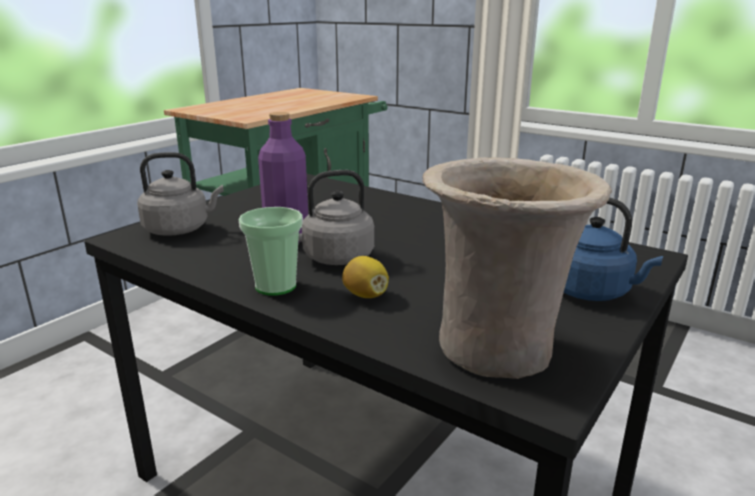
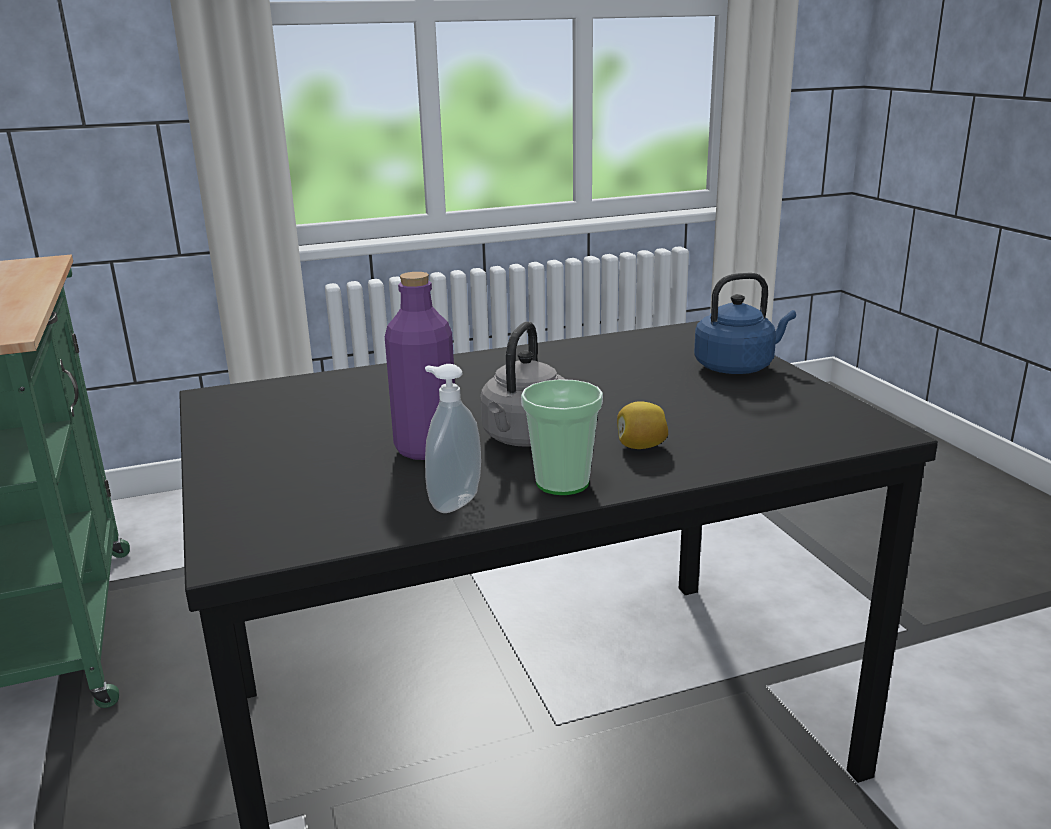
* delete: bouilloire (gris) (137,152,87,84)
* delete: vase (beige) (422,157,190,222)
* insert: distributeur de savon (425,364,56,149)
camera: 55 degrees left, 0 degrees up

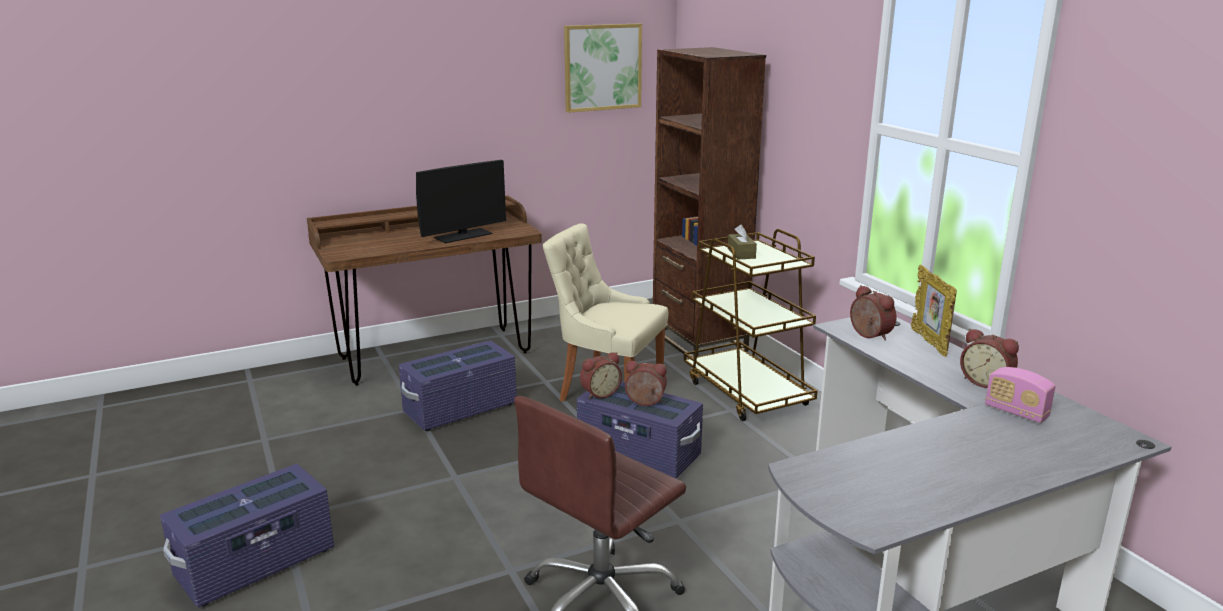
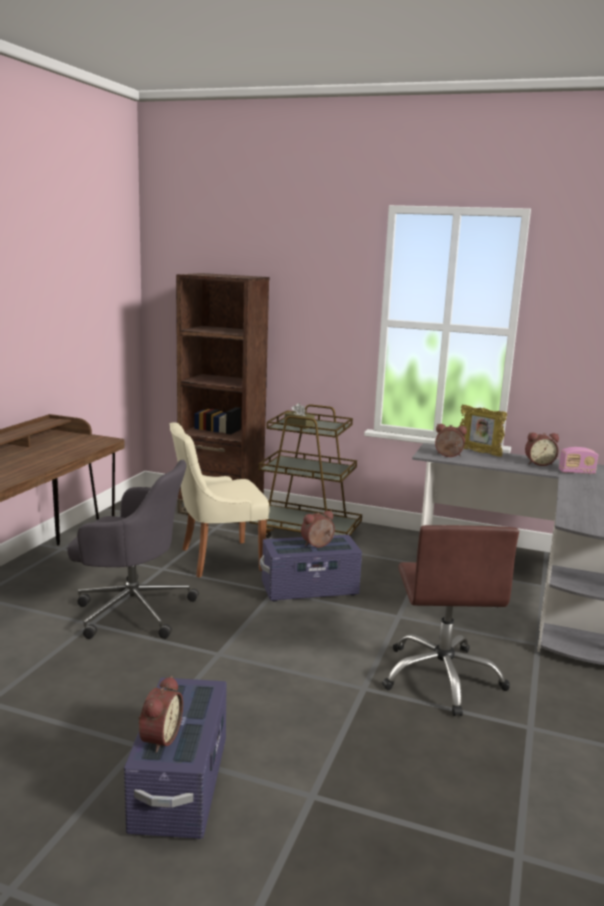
* replace: boîte de rangement (violet) (399,340,118,91) to chaise de bureau (gris) (67,460,132,179)
* delete: écran d'ordinateur (416,160,90,83)
* delete: tableau (564,23,78,90)
* move: réveil (580,352,42,47) to (138,676,45,77)
camera: 45 degrees left, 5 degrees down

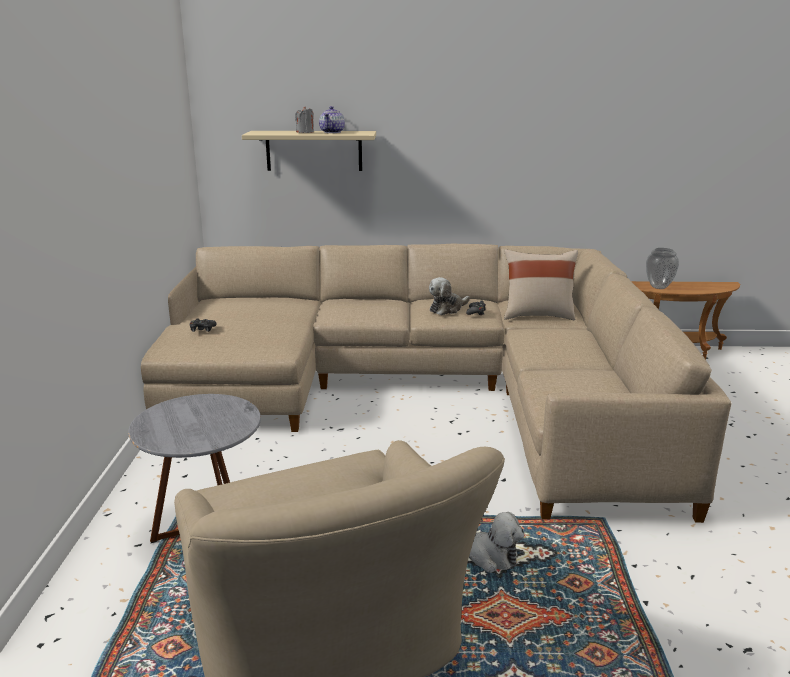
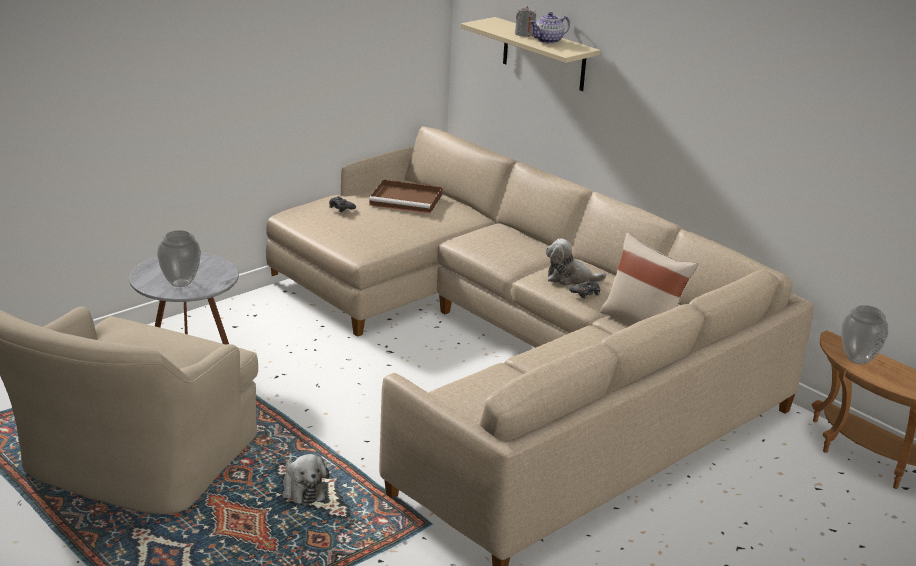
* insert: vase (157,231,44,56)
* insert: plateau (marron) (369,179,74,34)
camera: 45 degrees right, 5 degrees up

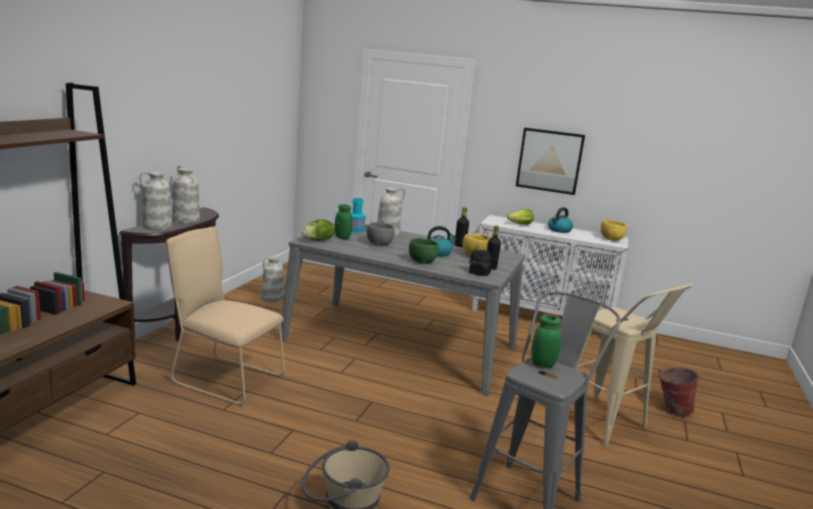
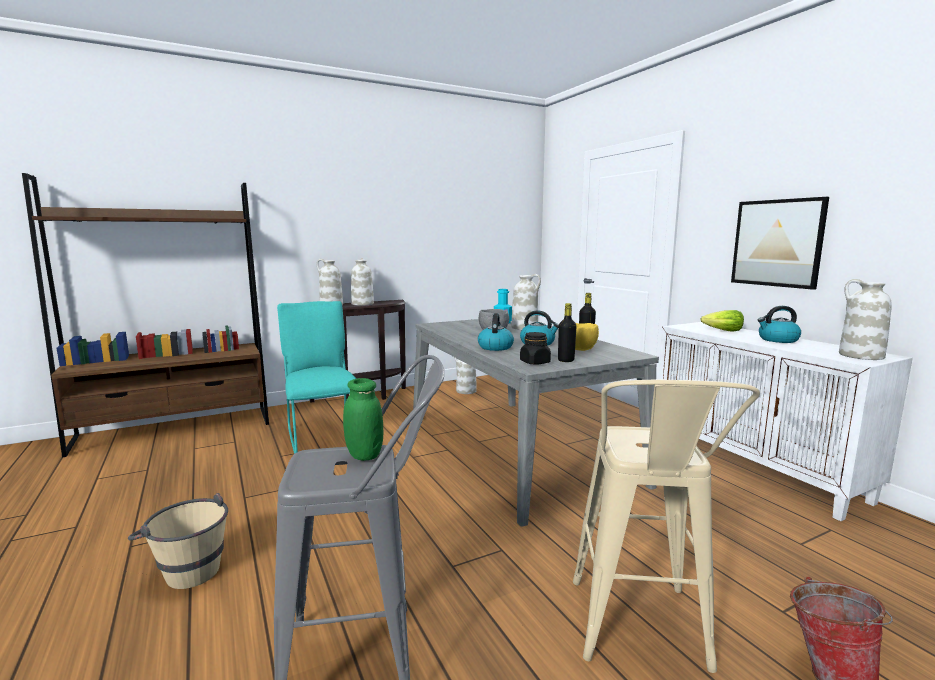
* recolor: chaise (beige) (166,227,119,178) to chaise (turquoise) (277,301,79,153)
* delete: laitue (301,219,34,22)
* delete: bocal (vert) (335,204,18,35)
* replace: bol (vert) (409,238,30,26) to bouilloire (478,313,36,38)
* replace: bol (jaune) (601,220,26,21) to vase (blanc) (839,279,53,81)
camera: 45 degrees right, 5 degrees down

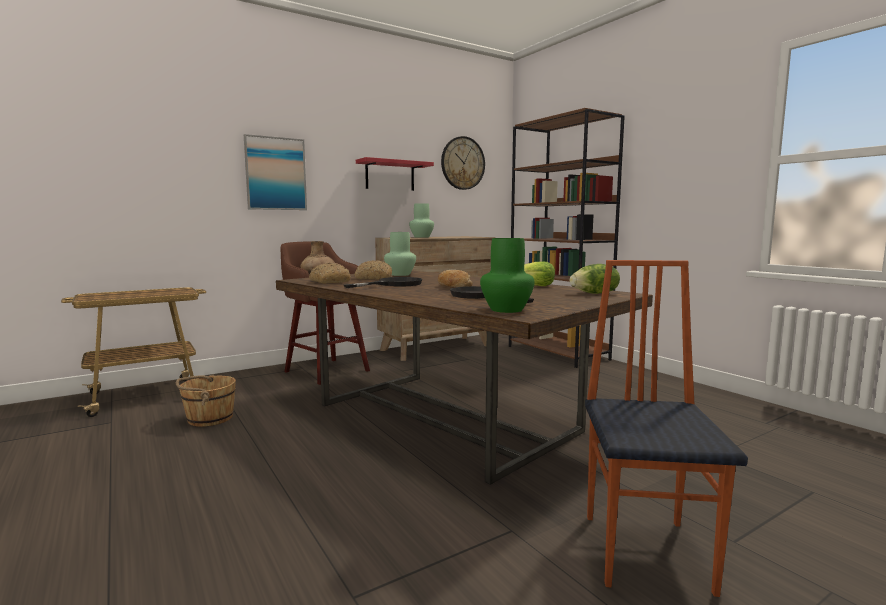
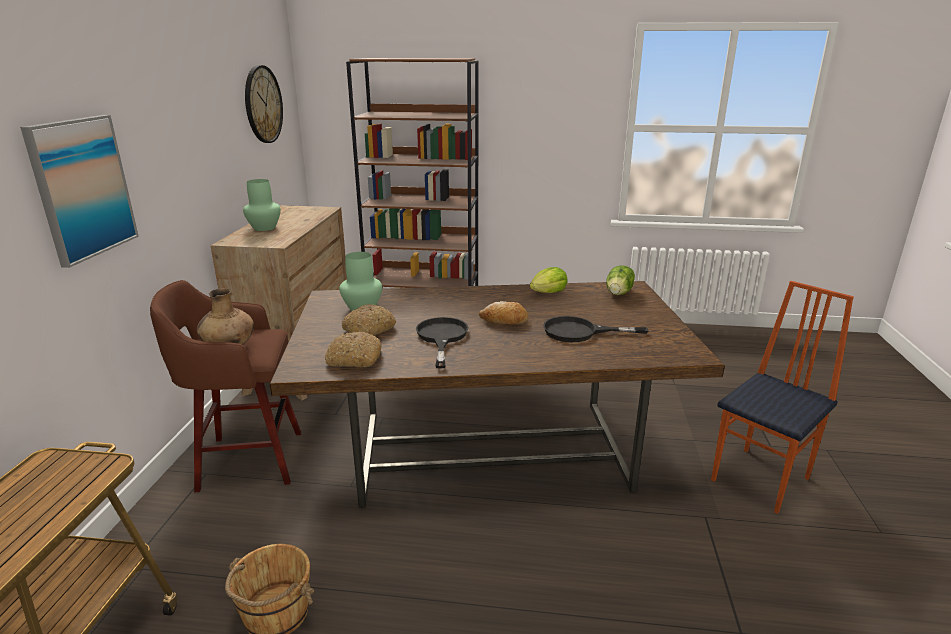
* delete: étagère (rouge) (356,157,78,34)
* delete: vase (vert) (480,238,55,75)
* rotate: chaise (585,260,163,337) = (711,281,143,233) 90 degrees clockwise
camera: 50 degrees left, 15 degrees up

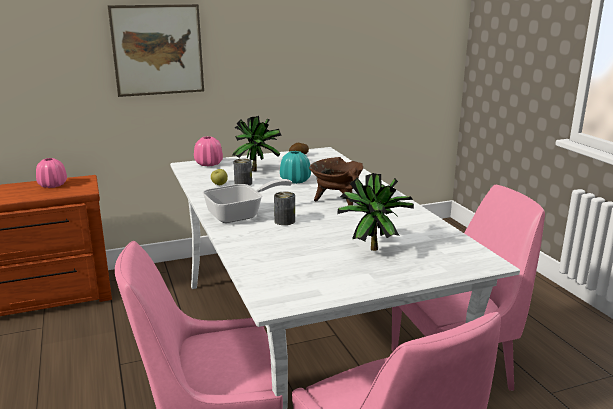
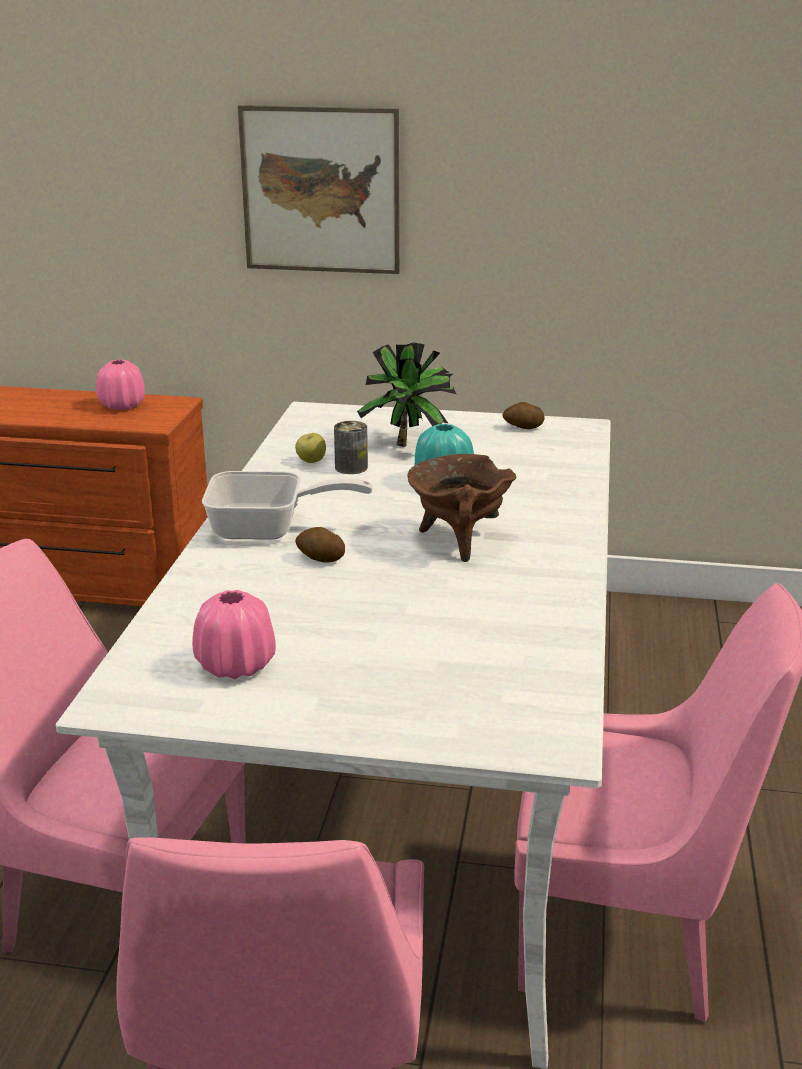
* move: vase (rose) (194,136,29,30) to (192,590,84,89)
* replace: boîte métallique (274,192,21,33) to pomme de terre (295,527,50,36)
* delete: plante en pot (337,173,77,78)
camera: 30 degrees right, 5 degrees up

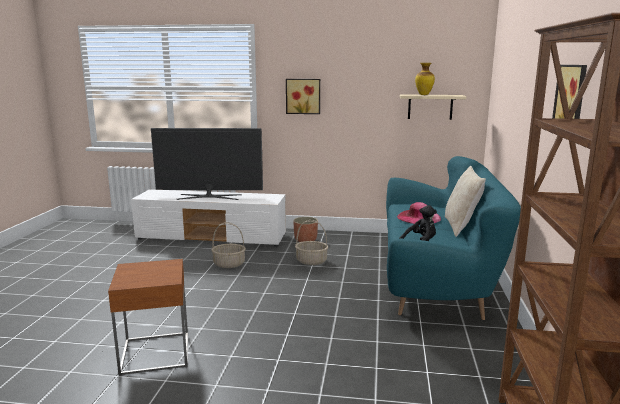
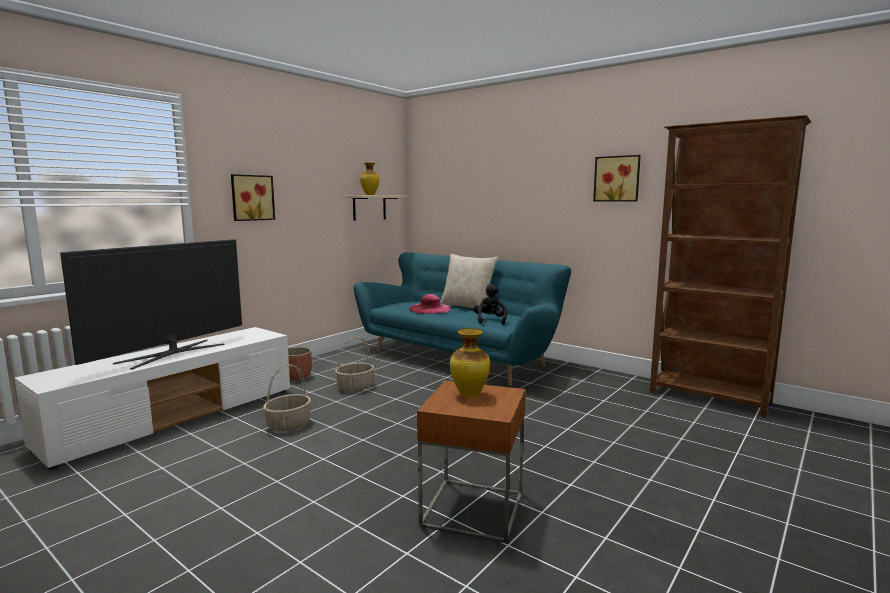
* insert: vase (450,328,40,70)
camera: 60 degrees left, 5 degrees down

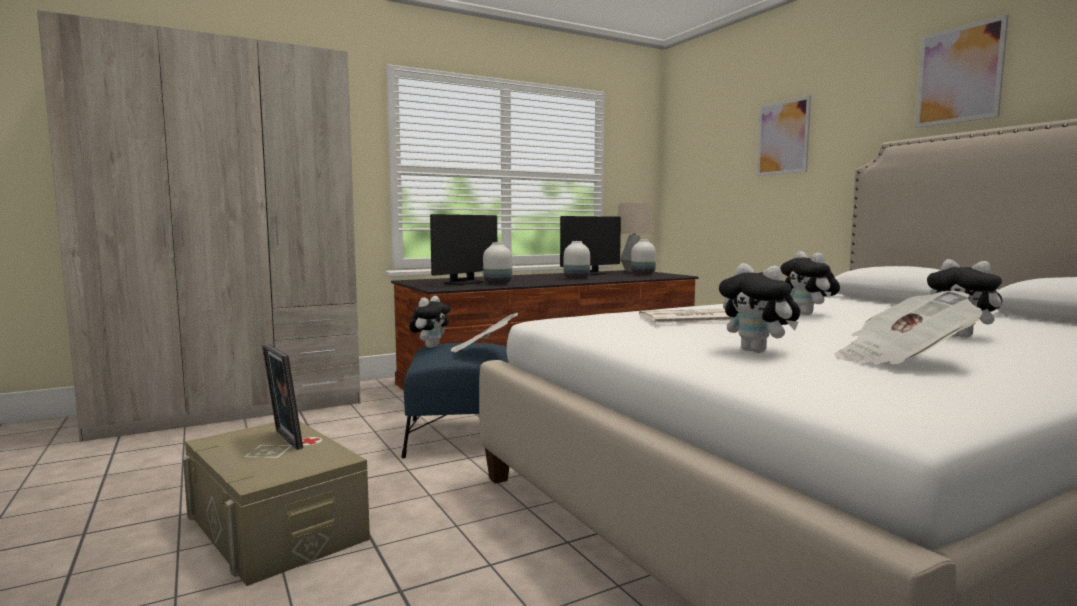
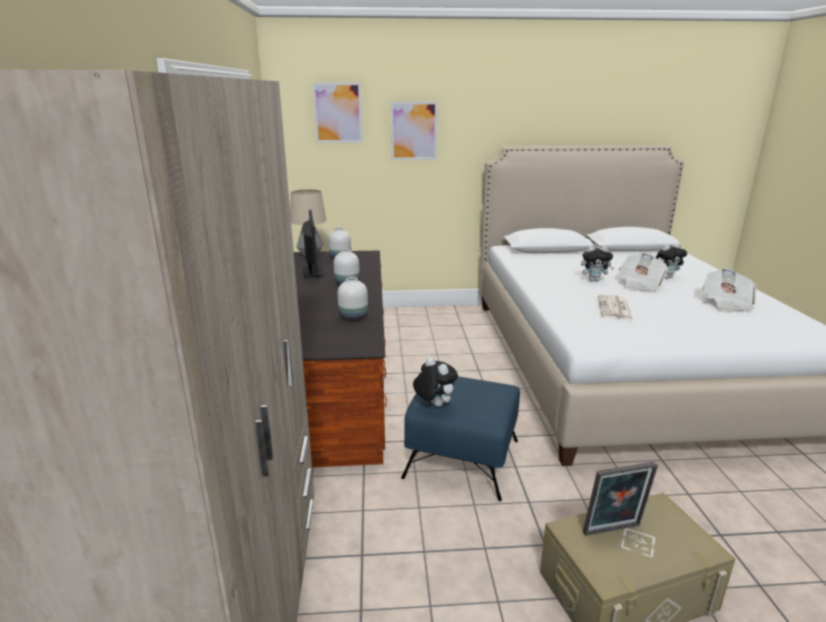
* delete: écran d'ordinateur (430,214,67,71)
* move: journal (451,313,67,40) to (619,253,50,38)
* delete: peluche (719,263,81,90)
* move: tableau (915,14,94,114) to (312,82,51,61)
camera: 65 degrees left, 15 degrees up

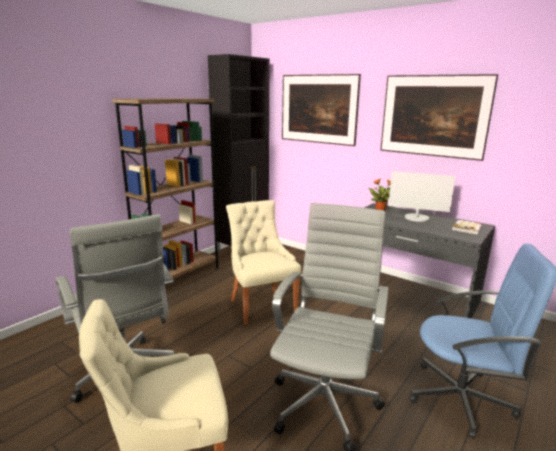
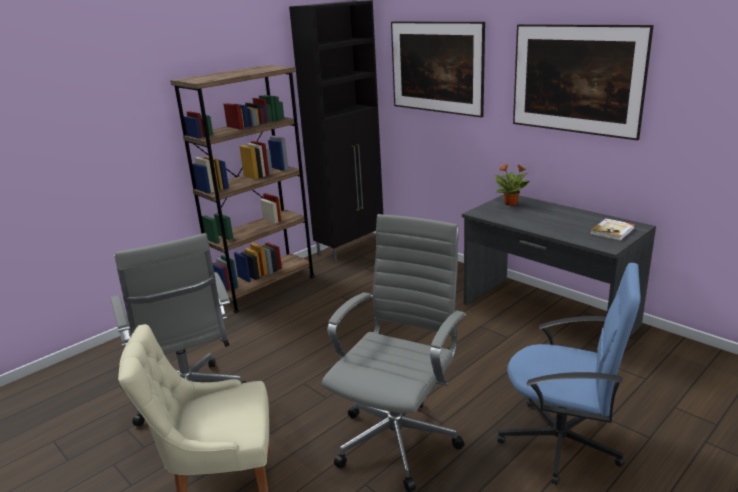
* delete: chaise (beige) (226,200,75,125)
* delete: écran d'ordinateur (388,171,68,51)
camera: 10 degrees right, 5 degrees up

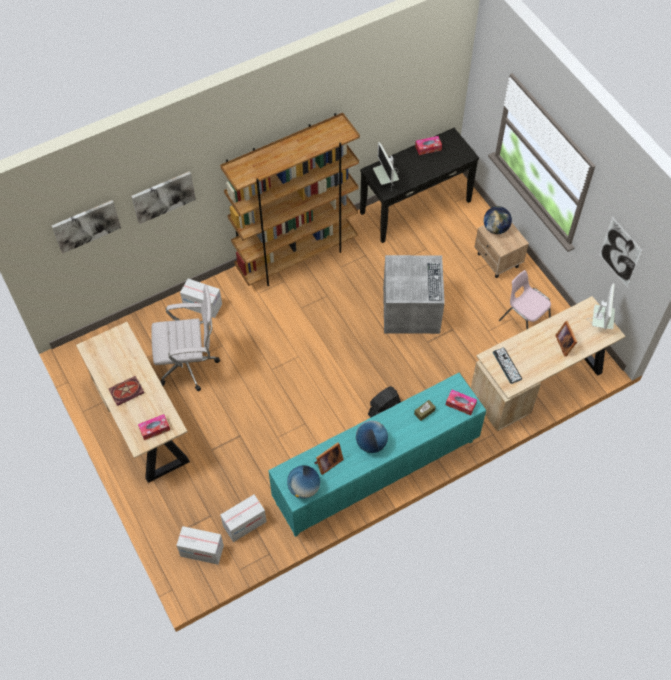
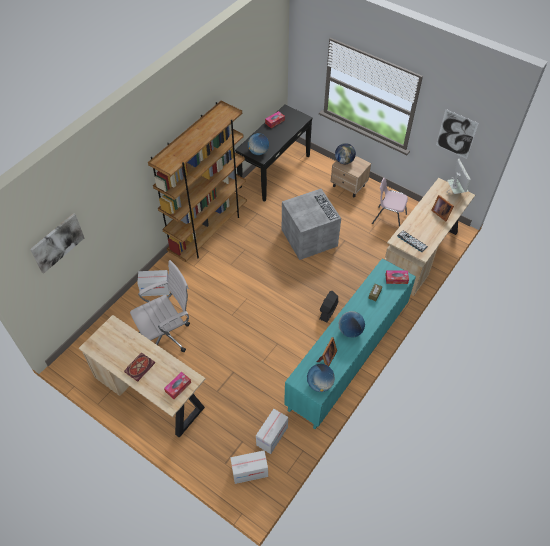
* delete: tableau (132,171,64,53)
* replace: écran d'ordinateur (373,142,26,46) to globe (248,133,21,22)
camera: 25 degrees left, 5 degrees down

